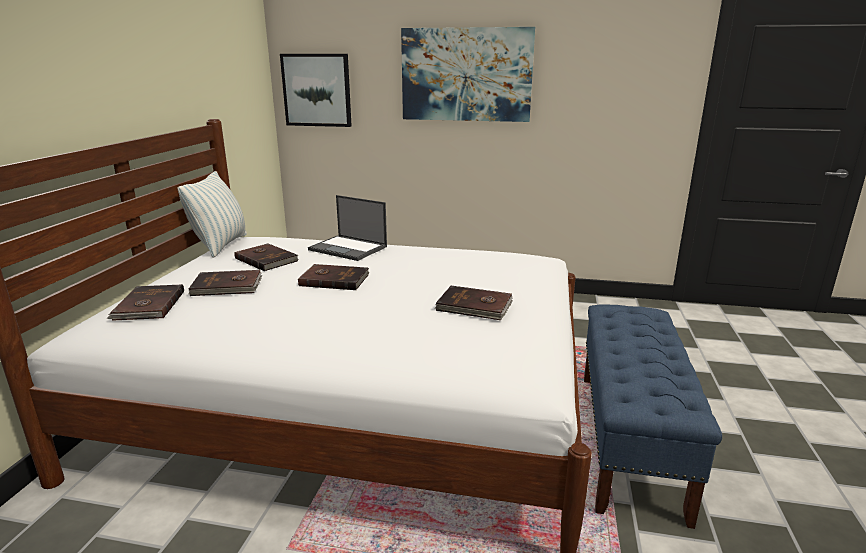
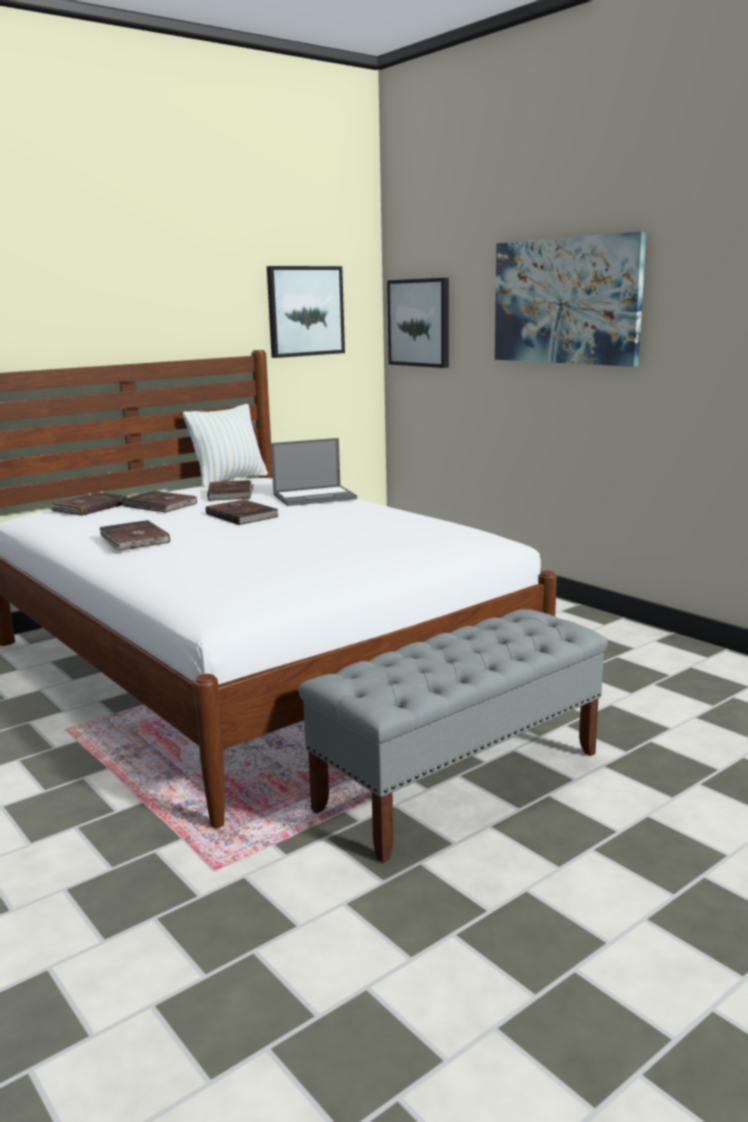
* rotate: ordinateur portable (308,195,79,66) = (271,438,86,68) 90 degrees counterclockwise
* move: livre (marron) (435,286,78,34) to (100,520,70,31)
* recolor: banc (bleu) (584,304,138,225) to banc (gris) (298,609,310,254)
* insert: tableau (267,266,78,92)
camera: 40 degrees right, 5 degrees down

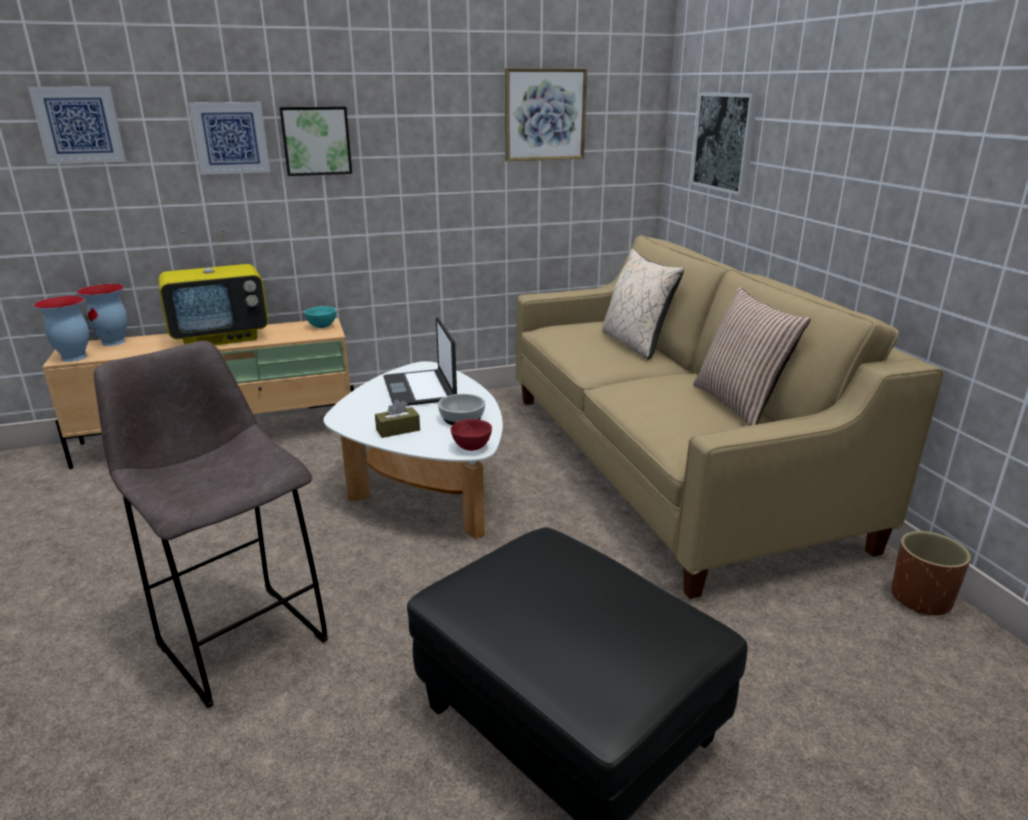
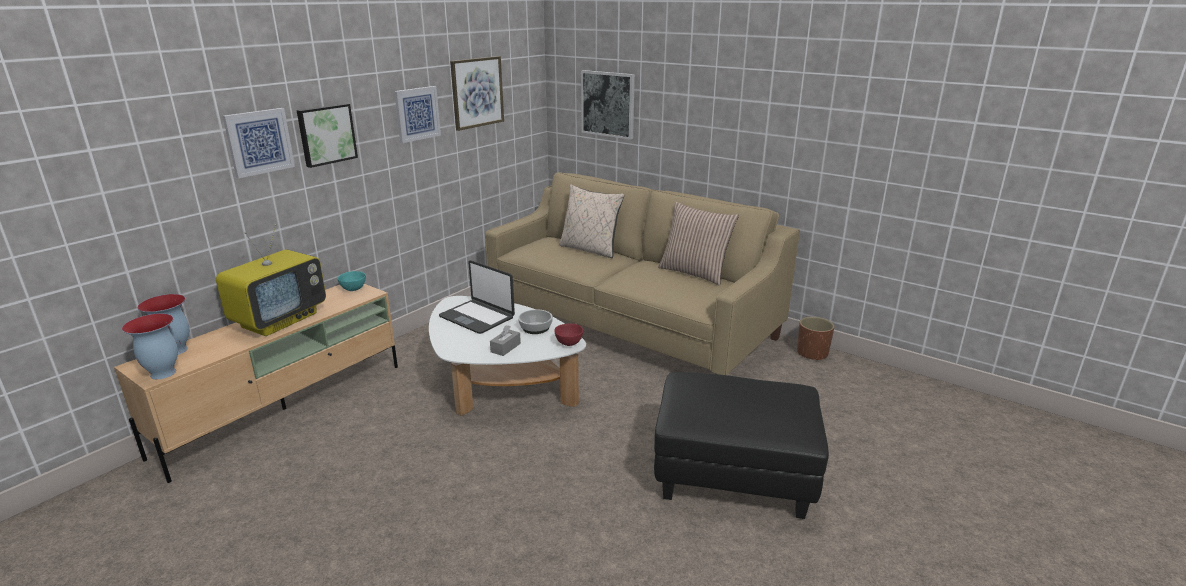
* move: tableau (28,87,98,77) to (394,86,47,57)
* delete: tabouret (gris) (94,341,234,367)
* recolor: boîte à mouchoirs (marron) (375,399,45,39) to boîte à mouchoirs (gris) (490,325,31,31)
camera: 35 degrees left, 0 degrees up

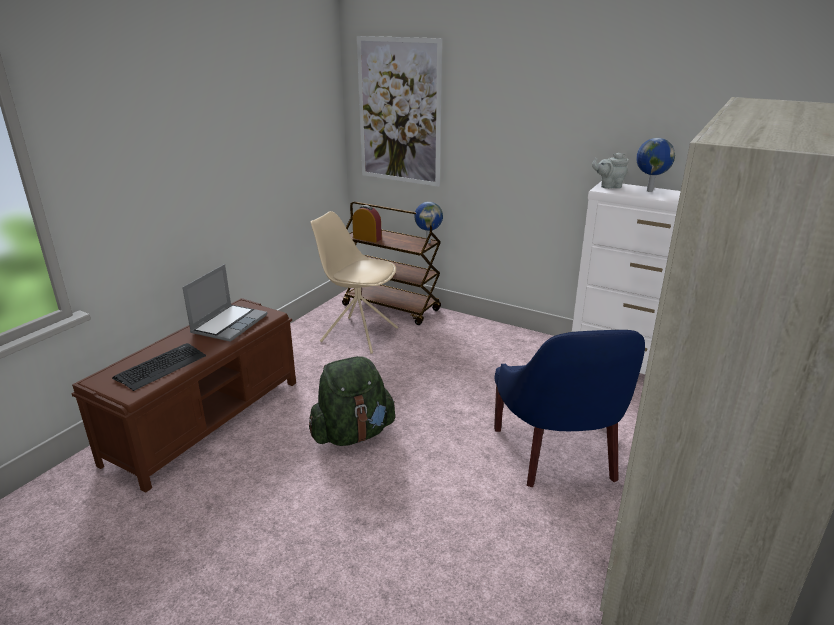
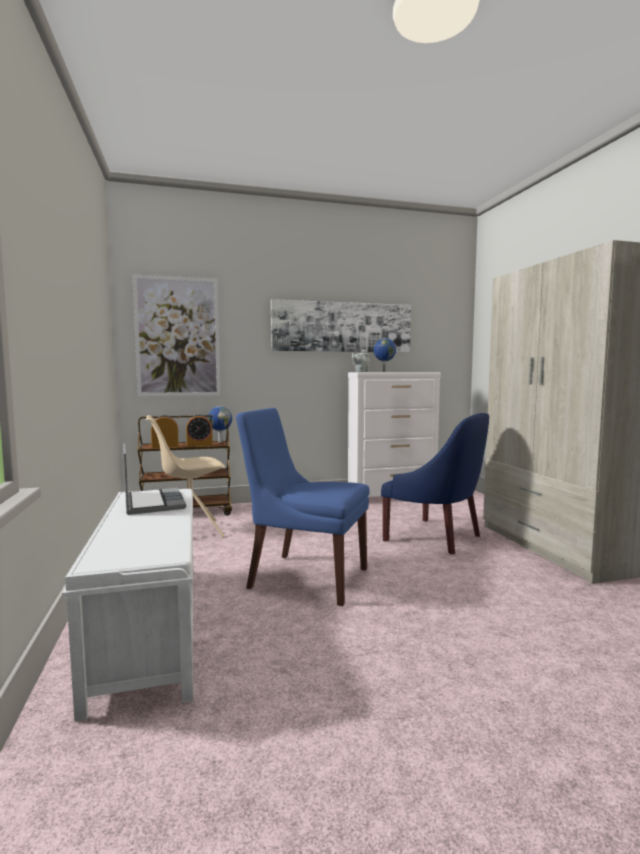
* recolor: banc (marron) (71,298,225,195) to banc (blanc) (62,489,132,233)
* delete: clavier (112,343,94,48)
* replace: sac à dos (vert) (309,356,86,90) to chaise (bleu) (236,408,134,198)
* insert: réveil (186,414,27,33)
* insert: tableau (271,299,140,54)
camera: 45 degrees left, 20 degrees down

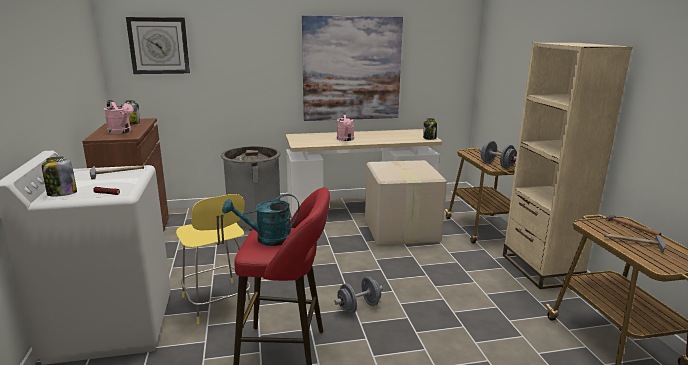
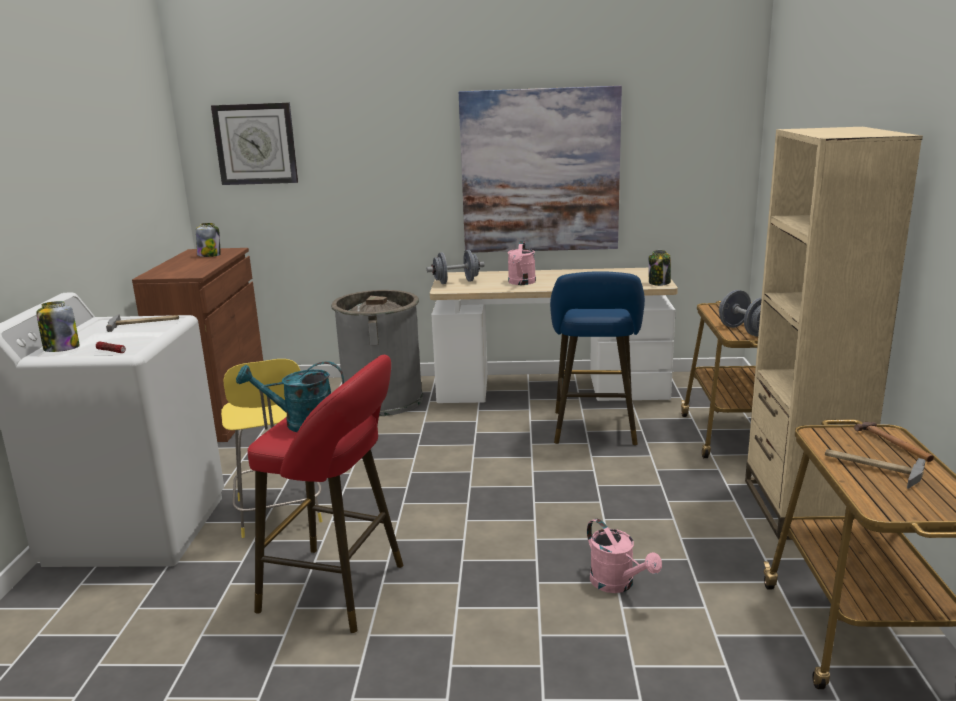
* move: arrosoir (rose) (104,100,29,34) to (587,519,75,74)
* move: haltère (gris) (334,277,49,37) to (427,250,57,34)
* replace: carton (365,160,82,86) to tabouret (bleu) (550,271,95,174)
camera: 15 degrees right, 0 degrees up

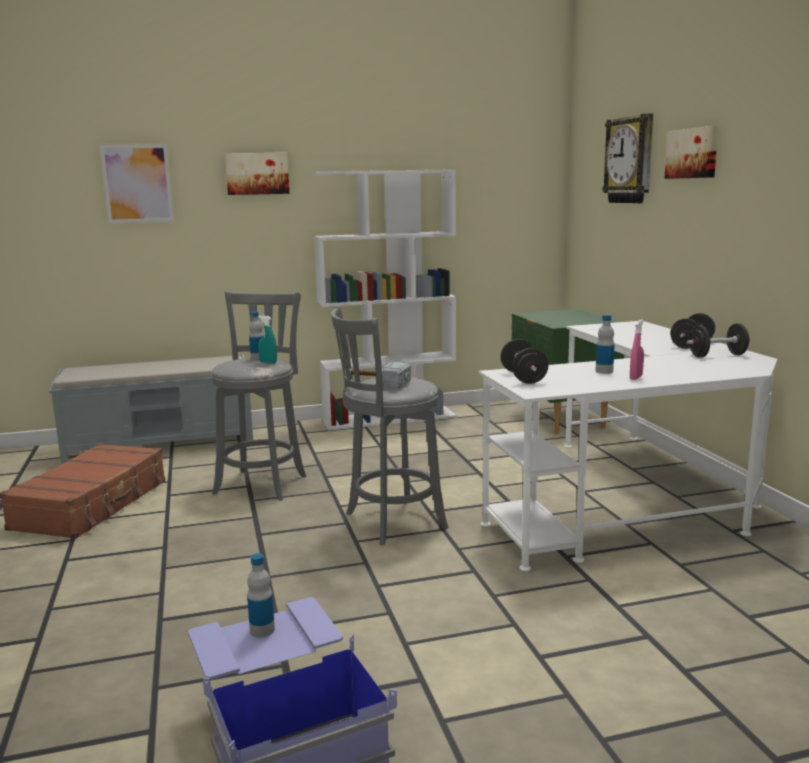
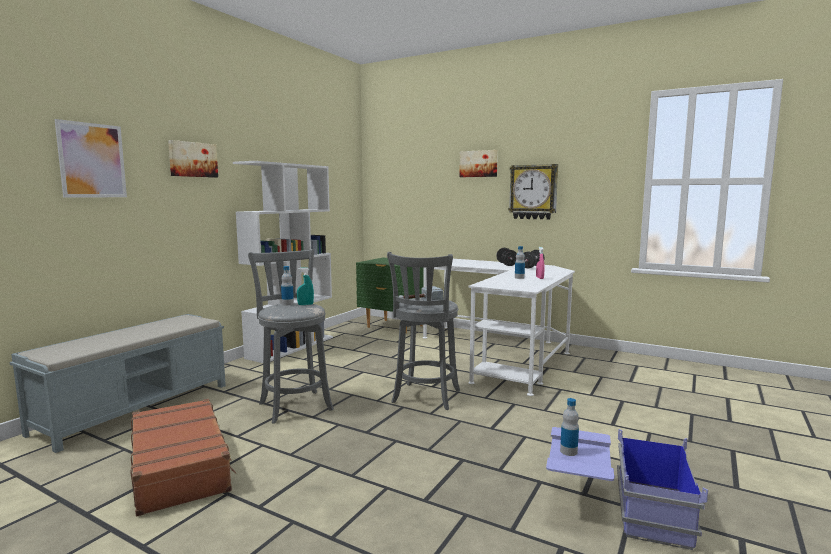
* delete: haltère (noir) (501,339,48,45)
* move: horloge murale (602,113,51,90) to (509,164,49,56)
camera: 45 degrees left, 5 degrees down

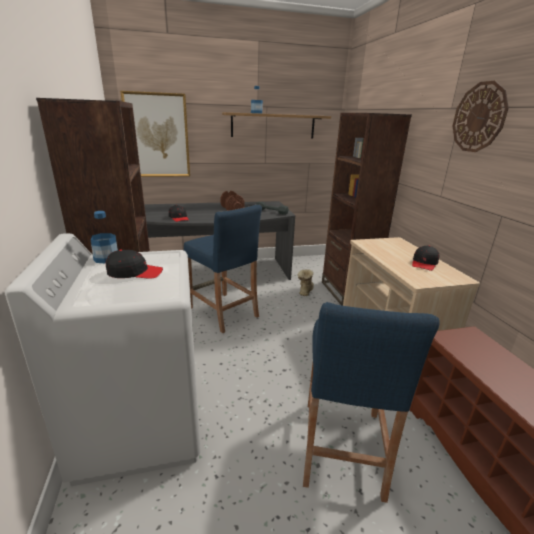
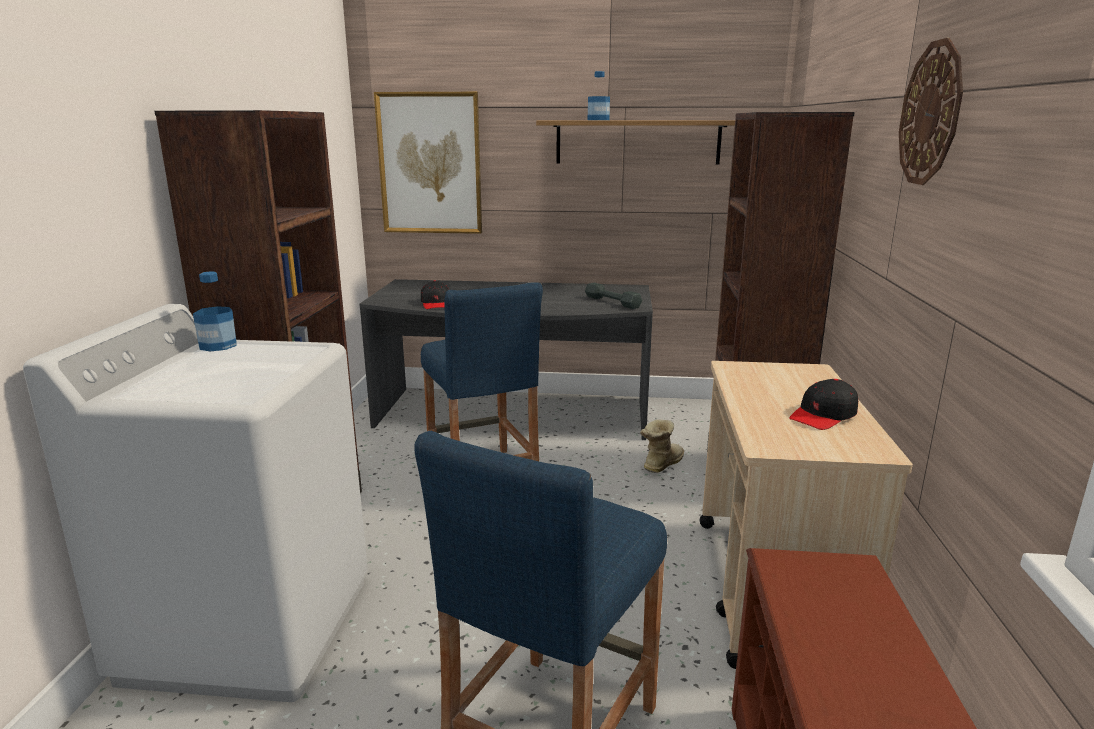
* delete: casquette (noir) (106,250,57,29)
* delete: haltère (marron) (220,191,25,20)
camera: 20 degrees right, 5 degrees down

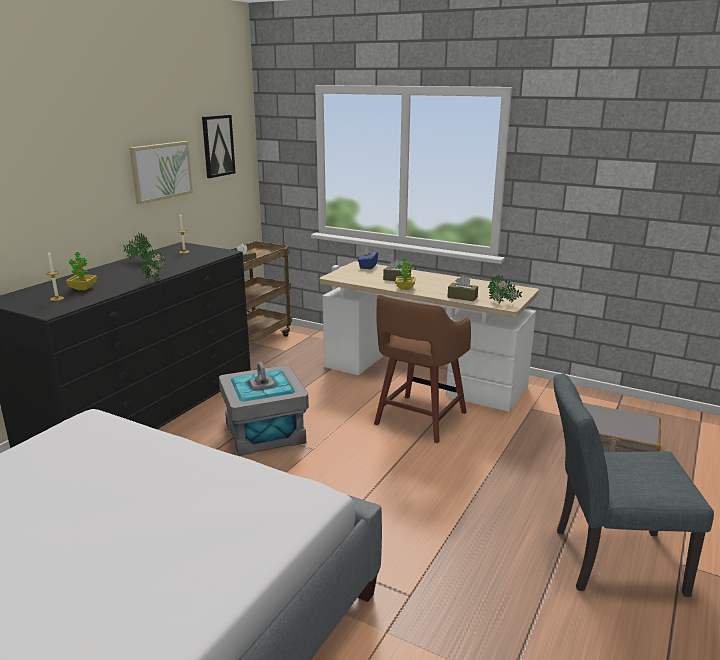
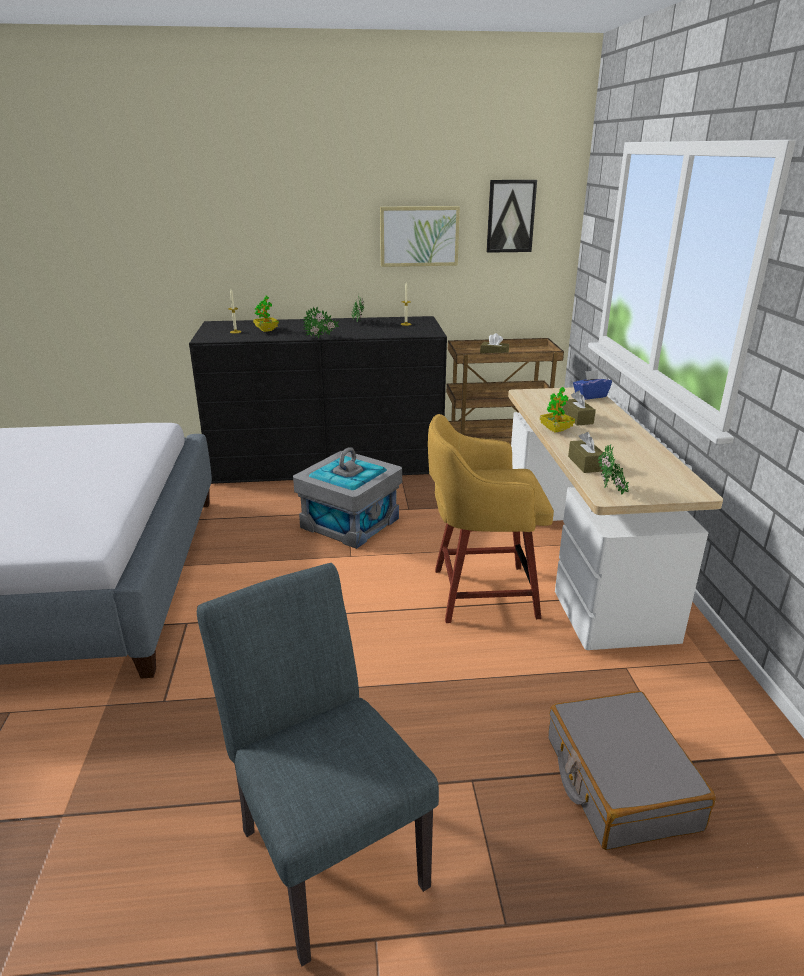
* recolor: tabouret (marron) (374,295,97,148) to tabouret (jaune) (428,414,126,209)
camera: 55 degrees right, 5 degrees up

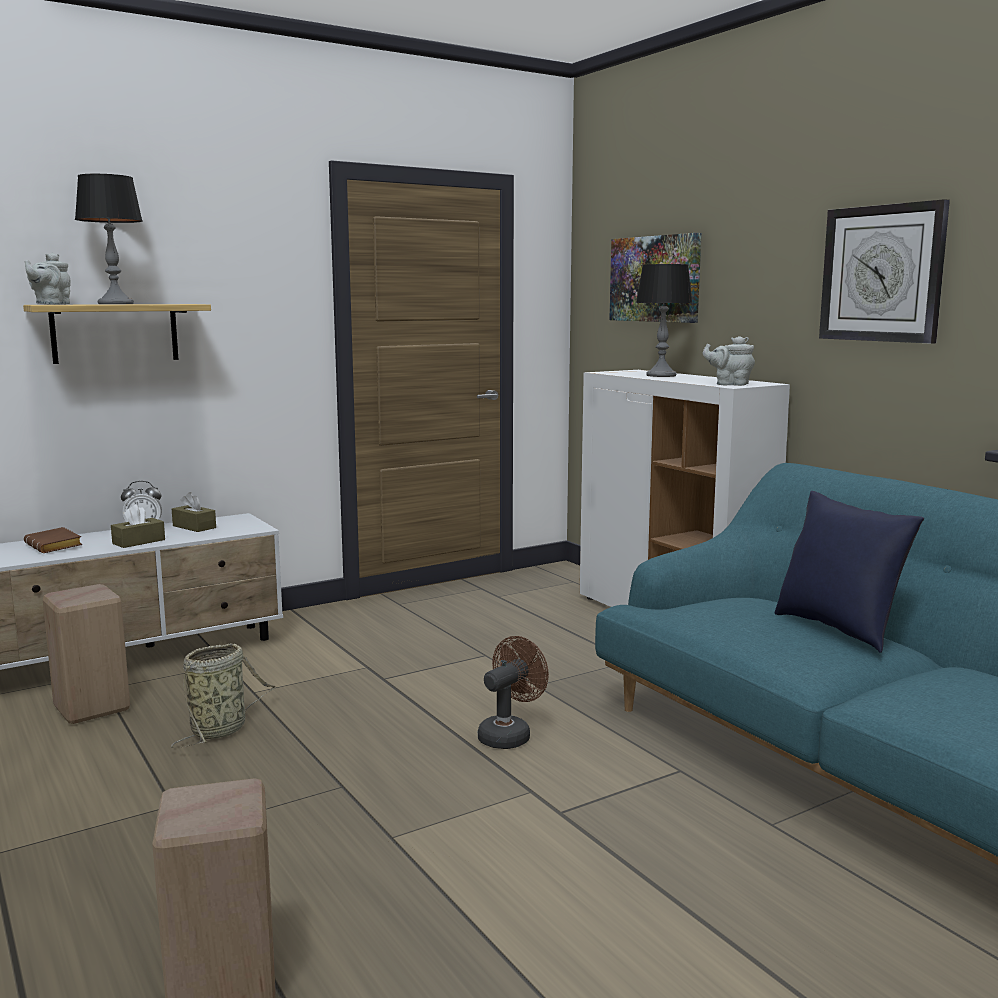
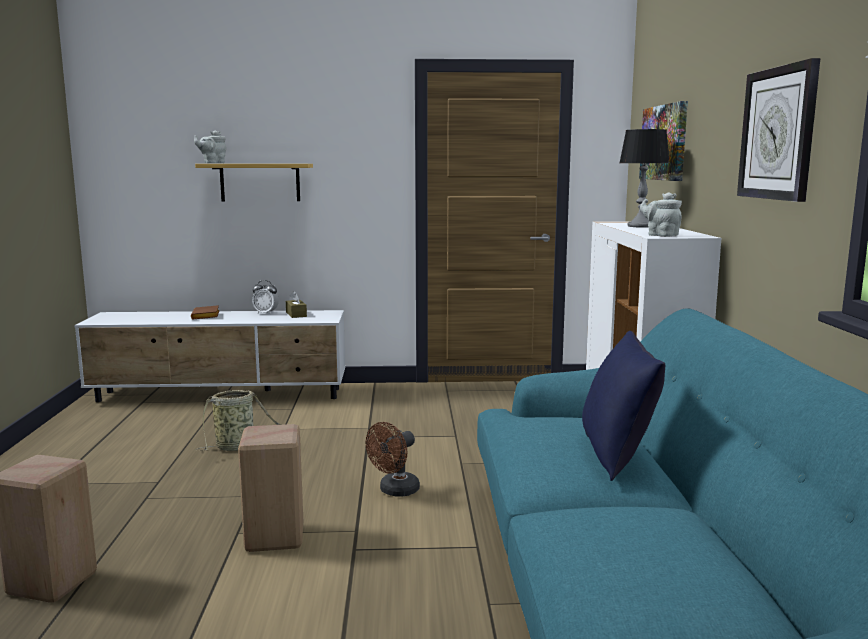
* move: tabouret (beige) (43,584,87,140) to (238,424,65,128)
* delete: lampe de table (75,174,68,130)
* delete: boîte à mouchoirs (marron) (111,504,54,44)
* rotate: ventilateur (marron) (478,636,71,113) = (366,422,54,75) 150 degrees clockwise
camera: 30 degrees right, 0 degrees up

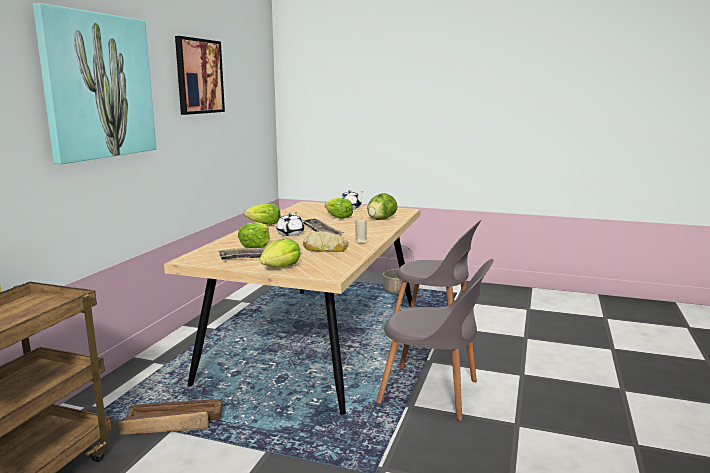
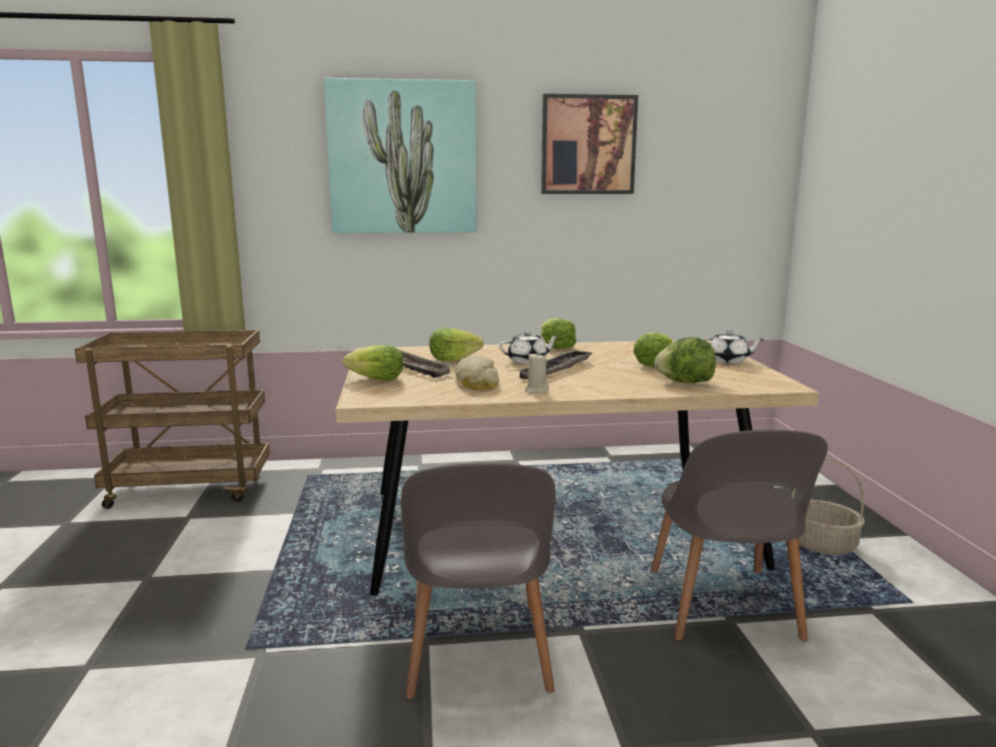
* delete: caisse (118,399,104,36)
camera: 65 degrees right, 0 degrees up

